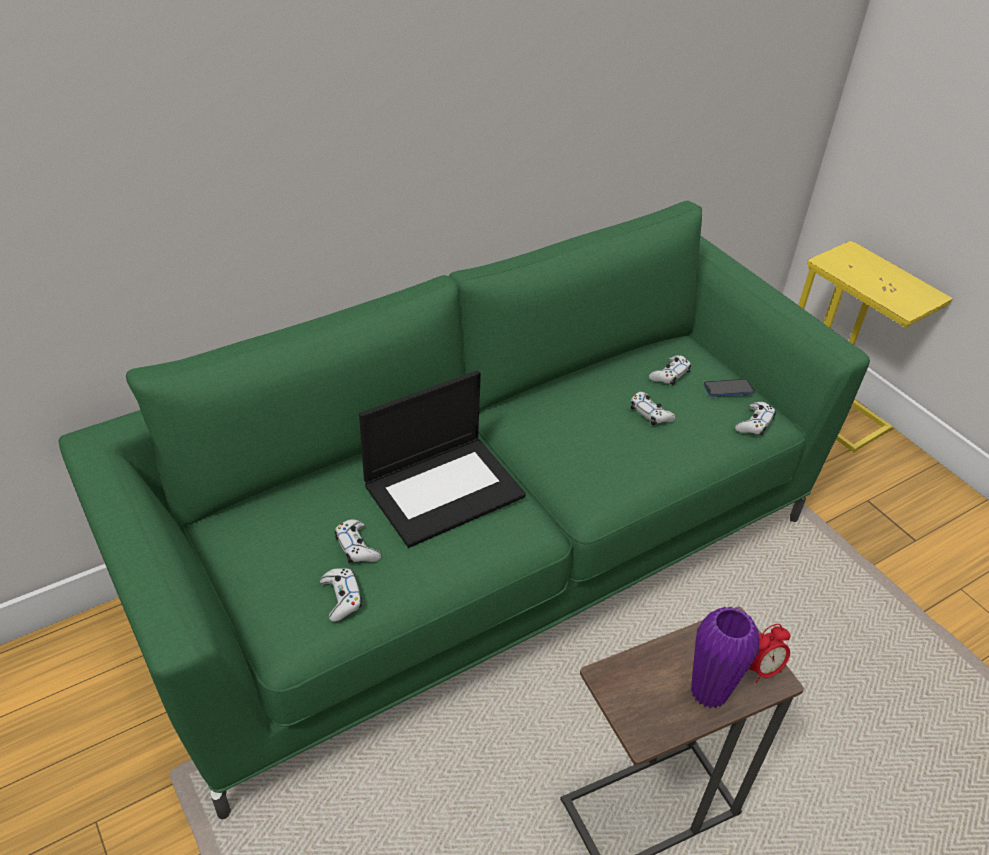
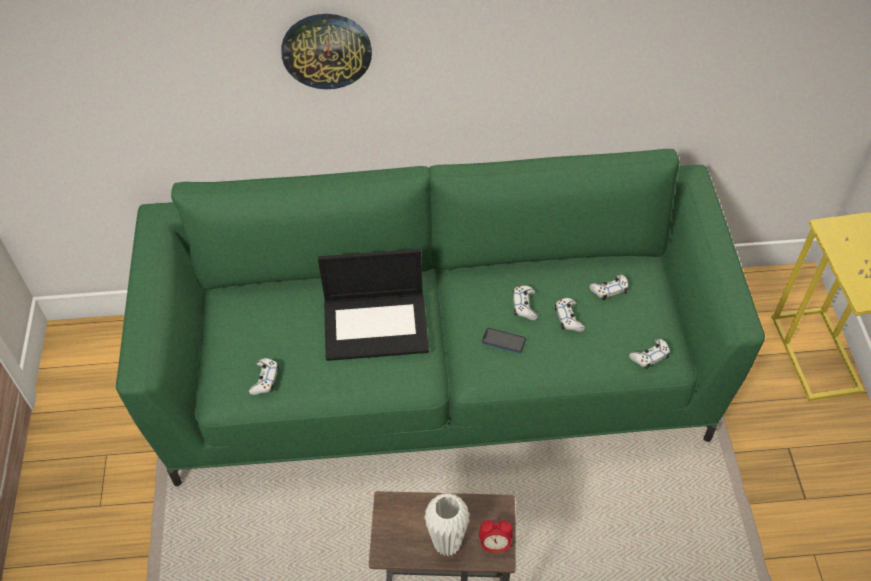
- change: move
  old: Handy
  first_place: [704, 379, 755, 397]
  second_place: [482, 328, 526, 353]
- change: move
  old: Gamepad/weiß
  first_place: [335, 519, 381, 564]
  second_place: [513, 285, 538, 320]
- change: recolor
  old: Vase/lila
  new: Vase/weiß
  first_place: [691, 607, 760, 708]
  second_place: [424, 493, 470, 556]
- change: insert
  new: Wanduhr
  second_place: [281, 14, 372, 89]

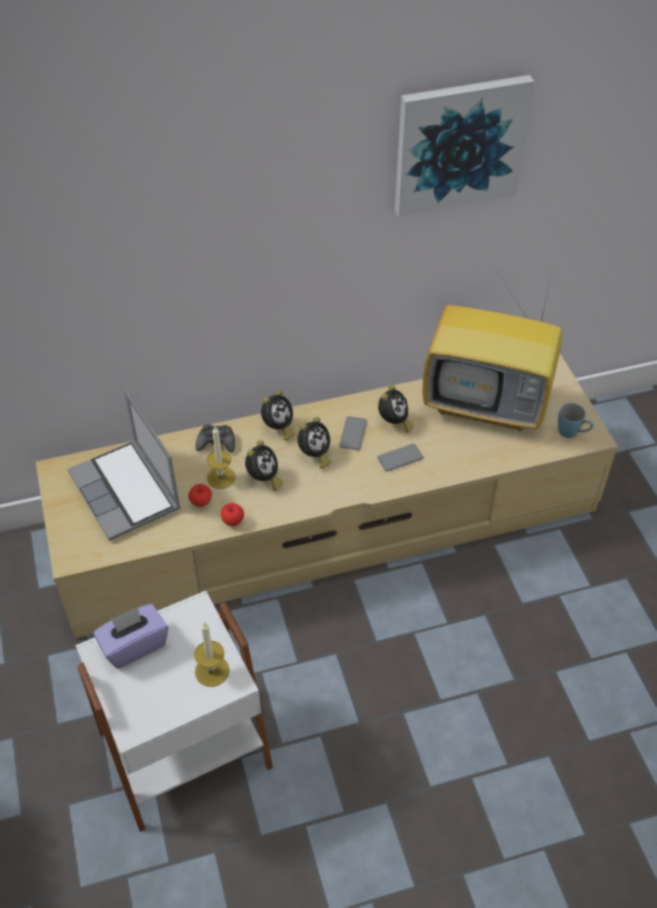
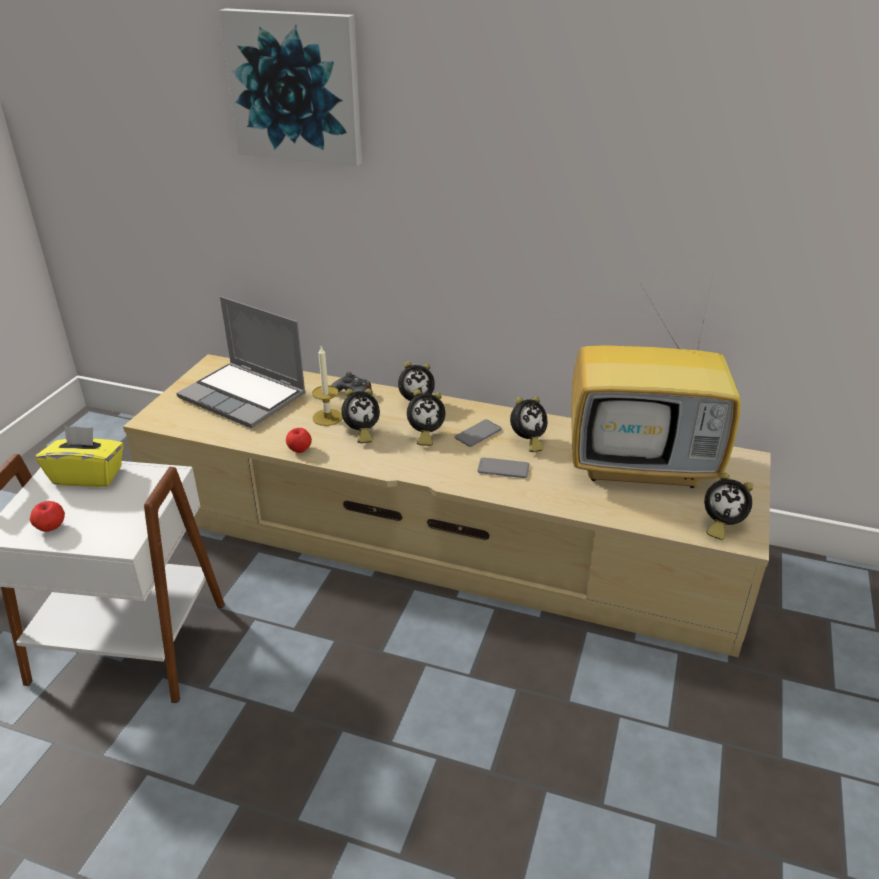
- change: move
  old: Bild
  first_place: [395, 75, 535, 217]
  second_place: [219, 8, 362, 166]
- change: rotate
  old: Fernseher
  first_place: [422, 266, 562, 431]
  second_place: [571, 275, 741, 488]
  degrees: -45
- change: rotate
  old: Laptop
  first_place: [68, 390, 181, 541]
  second_place: [176, 296, 306, 428]
  degrees: -60
- change: replace
  old: Henkelbecher/blau
  new: Wecker
  first_place: [558, 403, 594, 438]
  second_place: [704, 473, 753, 540]
- change: move
  old: Apfel
  first_place: [188, 484, 212, 507]
  second_place: [30, 501, 65, 532]
- change: recolor
  old: Taschentuchbox/lila
  new: Taschentuchbox/gelb
  first_place: [93, 604, 168, 669]
  second_place: [36, 425, 124, 487]
- change: delete
  old: Kerze
  first_place: [194, 622, 230, 687]

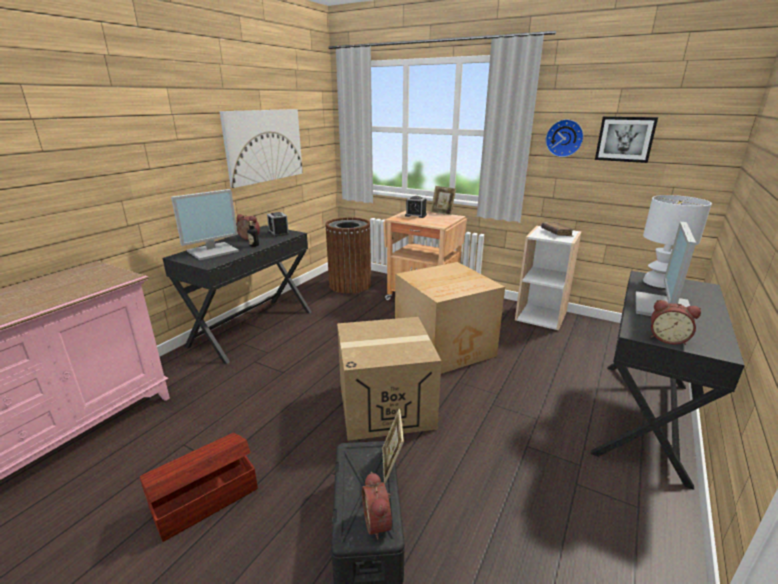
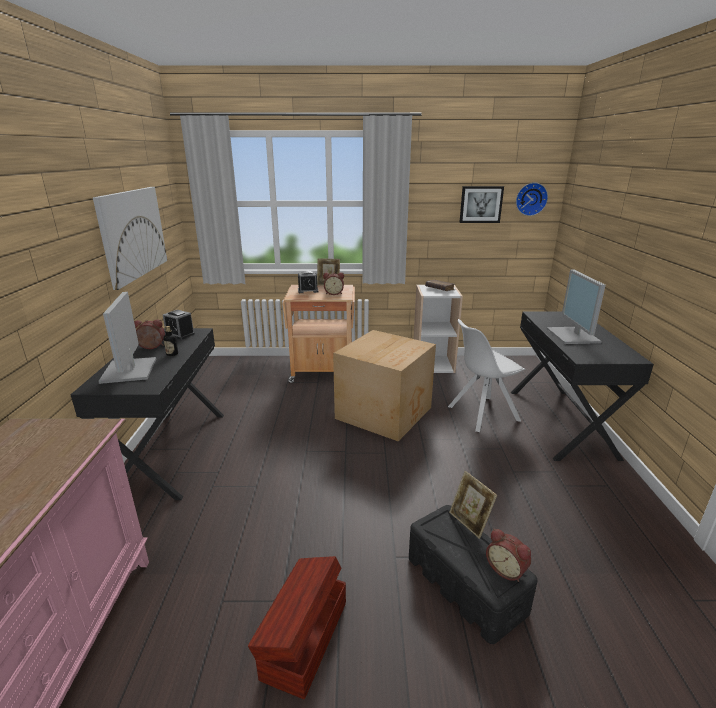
- change: move
  old: Wanduhr
  first_place: [545, 119, 584, 157]
  second_place: [516, 182, 548, 216]
- change: rotate
  old: Monitor
  first_place: [171, 189, 239, 260]
  second_place: [98, 292, 156, 384]
  degrees: 150
- change: delete
  old: Tischlampe/weiß
  first_place: [643, 195, 712, 288]
- change: delete
  old: Mülleimer/braun
  first_place: [325, 217, 371, 294]
- change: move
  old: Wecker
  first_place: [651, 300, 701, 345]
  second_place: [323, 272, 344, 295]
- change: delete
  old: Karton
  first_place: [337, 317, 441, 441]
- change: insert
  new: Stuhl/weiß
  second_place: [448, 319, 525, 432]

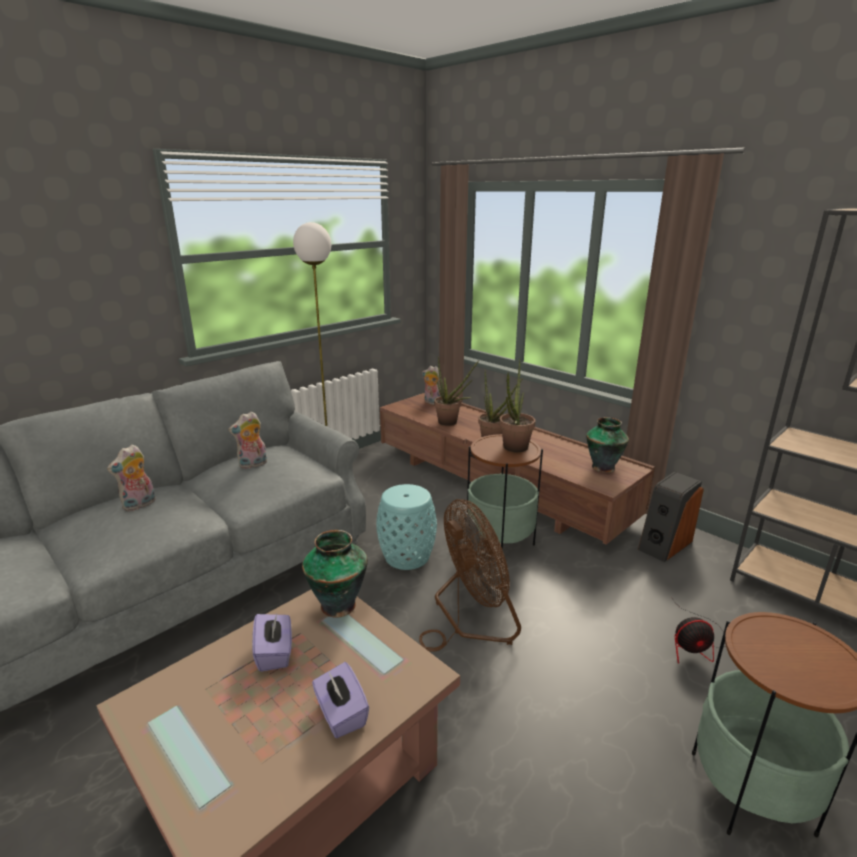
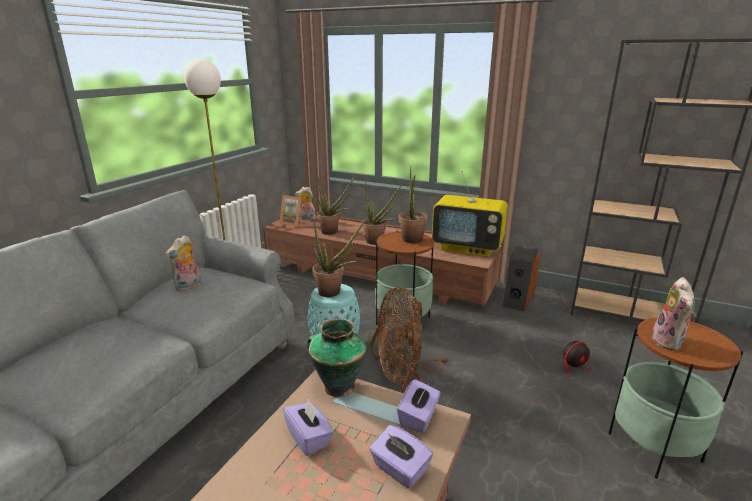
- change: replace
  old: Vase
  new: Fernseher
  first_place: [586, 417, 629, 473]
  second_place: [432, 171, 508, 257]
- change: move
  old: Plüschtier
  first_place: [107, 445, 156, 511]
  second_place: [652, 277, 696, 350]
- change: rotate
  old: Ventilator/braun
  first_place: [419, 499, 521, 652]
  second_place: [370, 287, 449, 393]
  degrees: -150
- change: insert
  new: Bilderrahmen
  second_place: [280, 195, 302, 227]
- change: insert
  new: Topfpflanze
  second_place: [312, 219, 365, 297]
- change: insert
  new: Taschentuchbox/lila
  second_place: [397, 379, 440, 433]

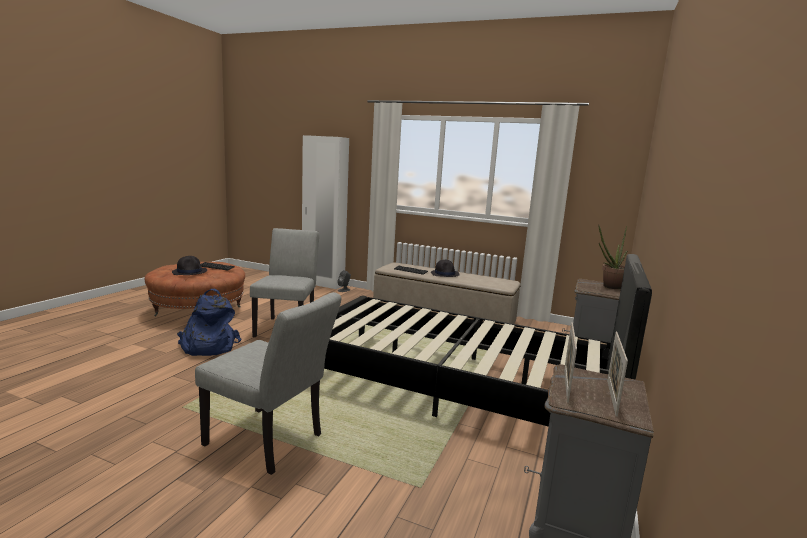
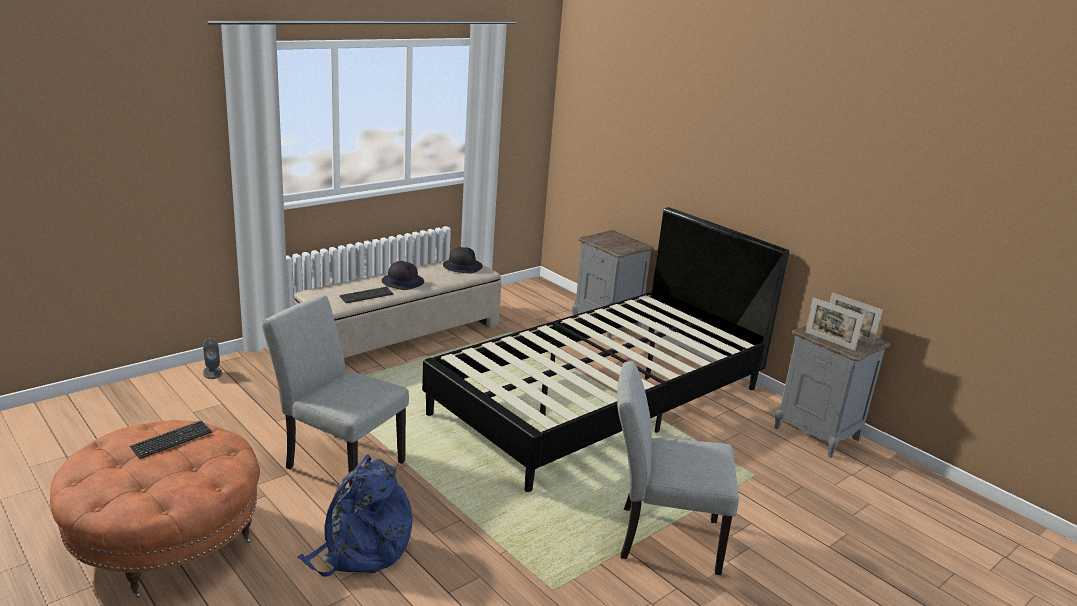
- change: delete
  old: Kleiderschrank/weiß
  first_place: [302, 135, 349, 289]
- change: delete
  old: Topfpflanze
  first_place: [599, 226, 628, 289]
- change: move
  old: Hut/schwarz
  first_place: [172, 256, 207, 275]
  second_place: [443, 247, 483, 274]
- change: rotate
  old: Stuhl/grau
  first_place: [195, 292, 341, 475]
  second_place: [617, 361, 739, 575]
  degrees: -135

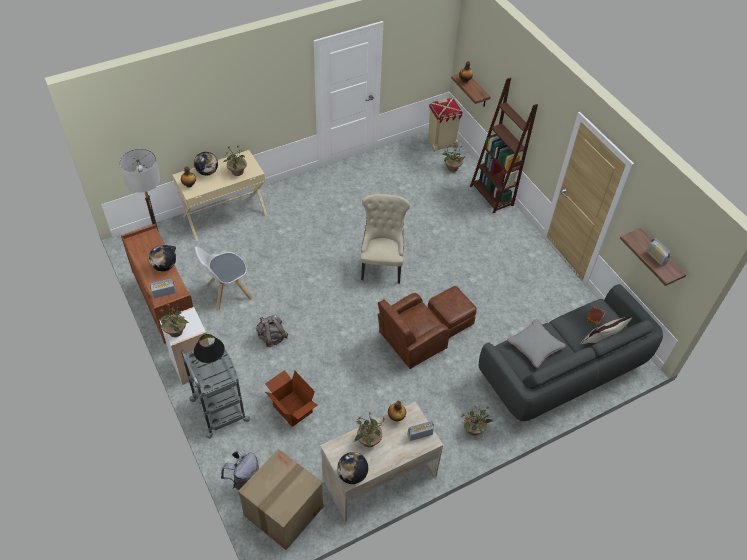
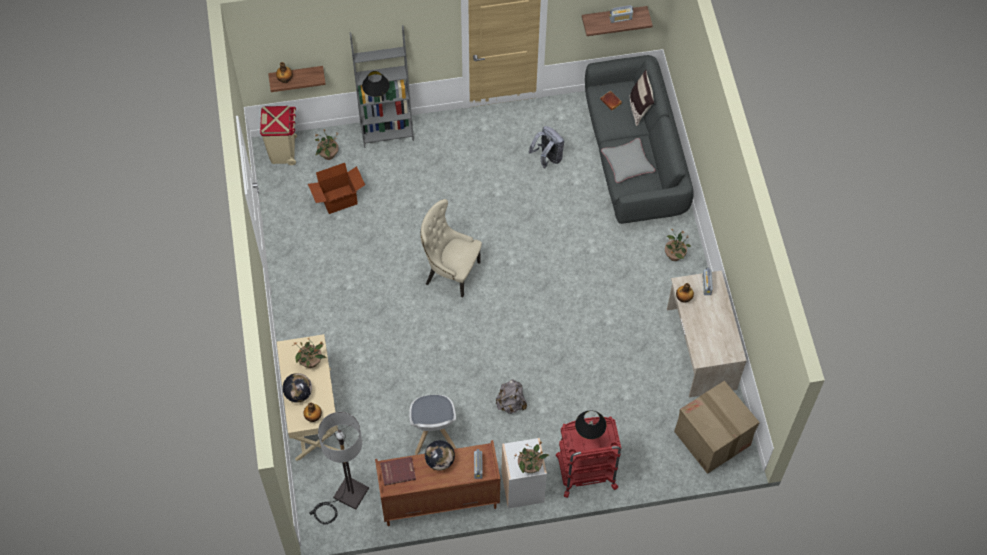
- change: recolor
  old: Bücherregal/braun
  new: Bücherregal/grau
  first_place: [470, 77, 538, 213]
  second_place: [350, 25, 414, 148]
- change: delete
  old: Sessel/braun
  first_place: [378, 286, 477, 369]
- change: recolor
  old: Rollwagen/grau
  new: Rollwagen/rot
  first_place: [181, 343, 250, 439]
  second_place: [556, 416, 621, 498]
- change: move
  old: Karton
  first_place: [265, 370, 318, 427]
  second_place: [308, 163, 365, 214]
- change: delete
  old: Topfpflanze
  first_place: [354, 413, 386, 447]
- change: move
  old: Rucksack/grau
  first_place: [221, 449, 259, 491]
  second_place: [528, 126, 564, 168]
- change: delete
  old: Globus
  first_place: [337, 452, 368, 484]
- change: insert
  new: Tischlampe/schwarz
  second_place: [362, 71, 390, 102]
- change: insert
  new: Buch/rot
  second_place: [380, 457, 416, 486]

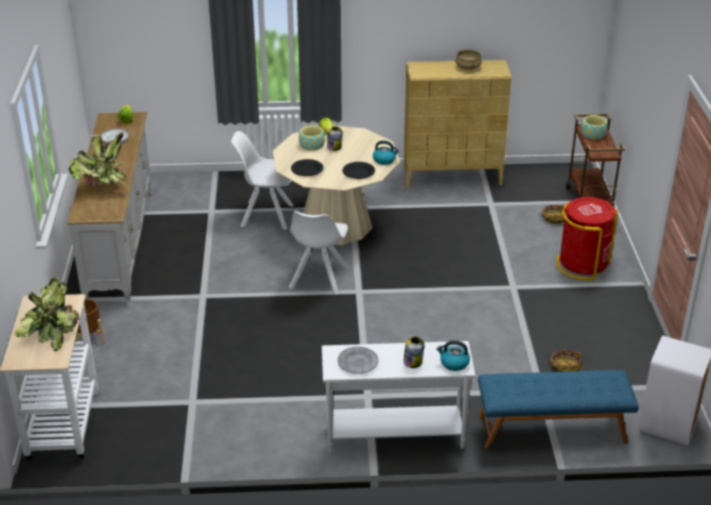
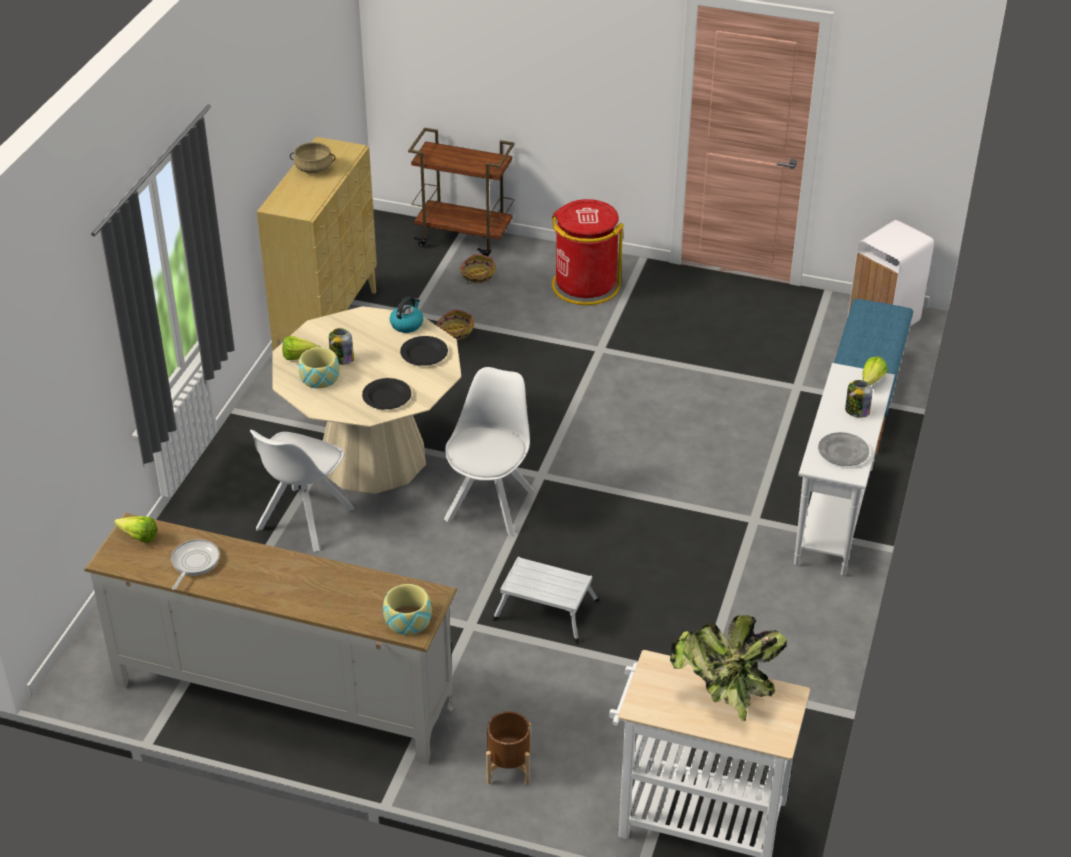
- change: move
  old: Schüssel
  first_place: [581, 115, 608, 139]
  second_place: [383, 584, 432, 635]
- change: delete
  old: Topfpflanze
  first_place: [69, 132, 127, 186]
- change: rotate
  old: Stuhl/weiß
  first_place: [289, 211, 349, 295]
  second_place: [444, 367, 535, 536]
  degrees: -105
- change: replace
  old: Wasserkessel
  new: Salatkopf
  first_place: [437, 340, 470, 371]
  second_place: [862, 357, 888, 385]
- change: move
  old: Korb
  first_place: [546, 349, 582, 372]
  second_place: [437, 309, 474, 340]
- change: insert
  new: Trittleiter/weiß
  second_place: [491, 557, 600, 644]

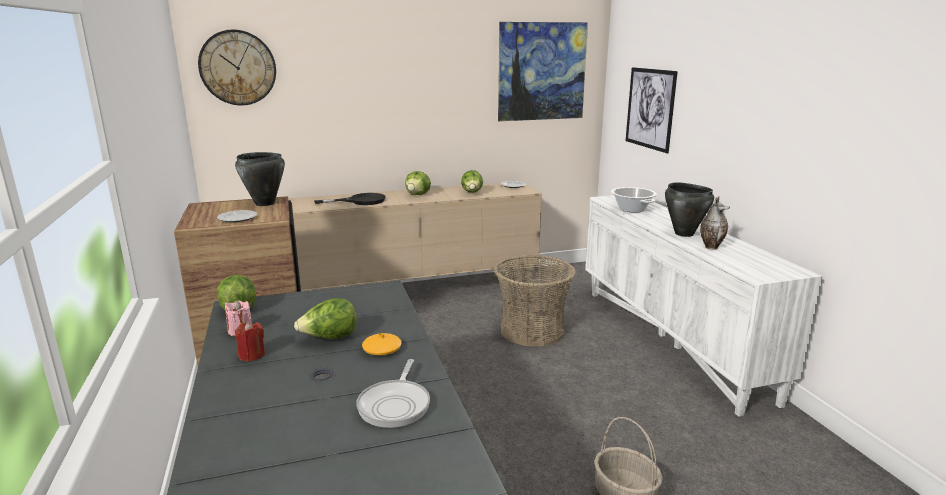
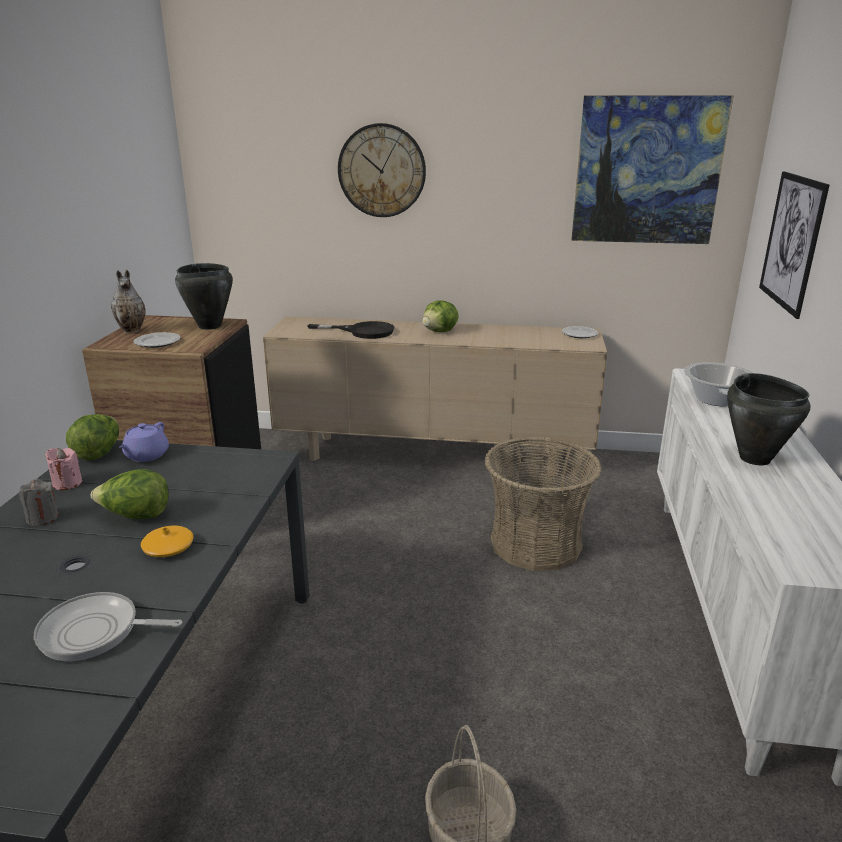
- change: move
  old: Wanduhr
  first_place: [198, 30, 276, 105]
  second_place: [338, 123, 426, 217]
- change: delete
  old: Salatkopf
  first_place: [461, 170, 483, 193]
- change: move
  old: Vase
  first_place: [700, 196, 730, 250]
  second_place: [111, 270, 146, 334]
- change: recolor
  old: Kerze/rot
  new: Kerze/grau
  first_place: [235, 322, 265, 362]
  second_place: [18, 479, 59, 526]
- change: rotate
  old: Pfanne
  first_place: [356, 359, 430, 428]
  second_place: [34, 592, 182, 661]
  degrees: 60
- change: insert
  new: Teekanne/lila
  second_place: [120, 422, 169, 462]

